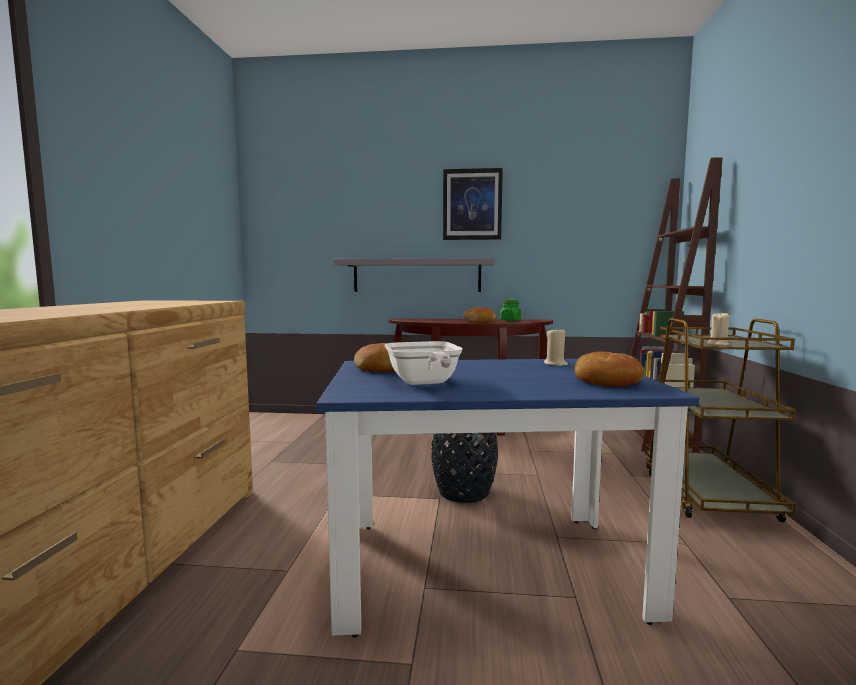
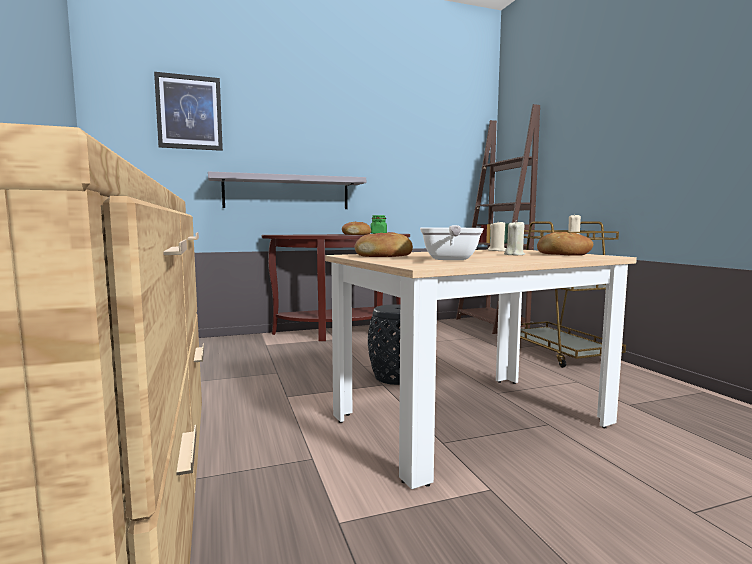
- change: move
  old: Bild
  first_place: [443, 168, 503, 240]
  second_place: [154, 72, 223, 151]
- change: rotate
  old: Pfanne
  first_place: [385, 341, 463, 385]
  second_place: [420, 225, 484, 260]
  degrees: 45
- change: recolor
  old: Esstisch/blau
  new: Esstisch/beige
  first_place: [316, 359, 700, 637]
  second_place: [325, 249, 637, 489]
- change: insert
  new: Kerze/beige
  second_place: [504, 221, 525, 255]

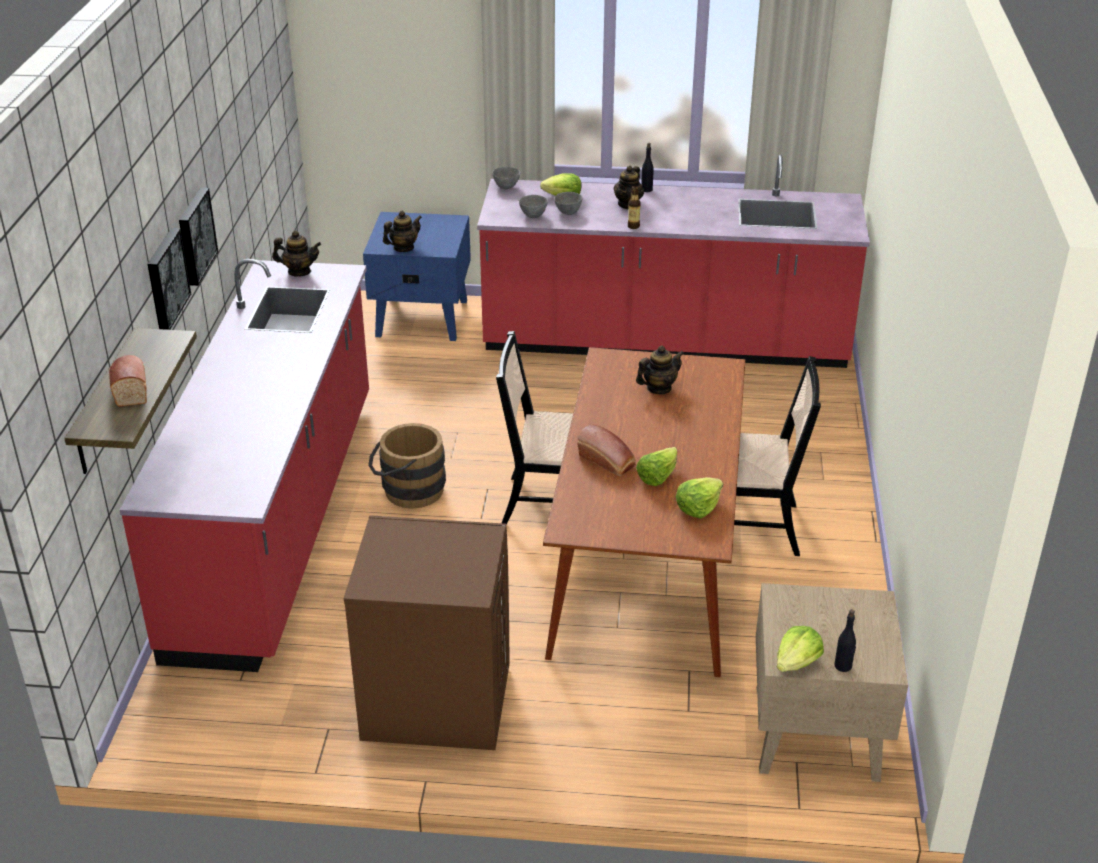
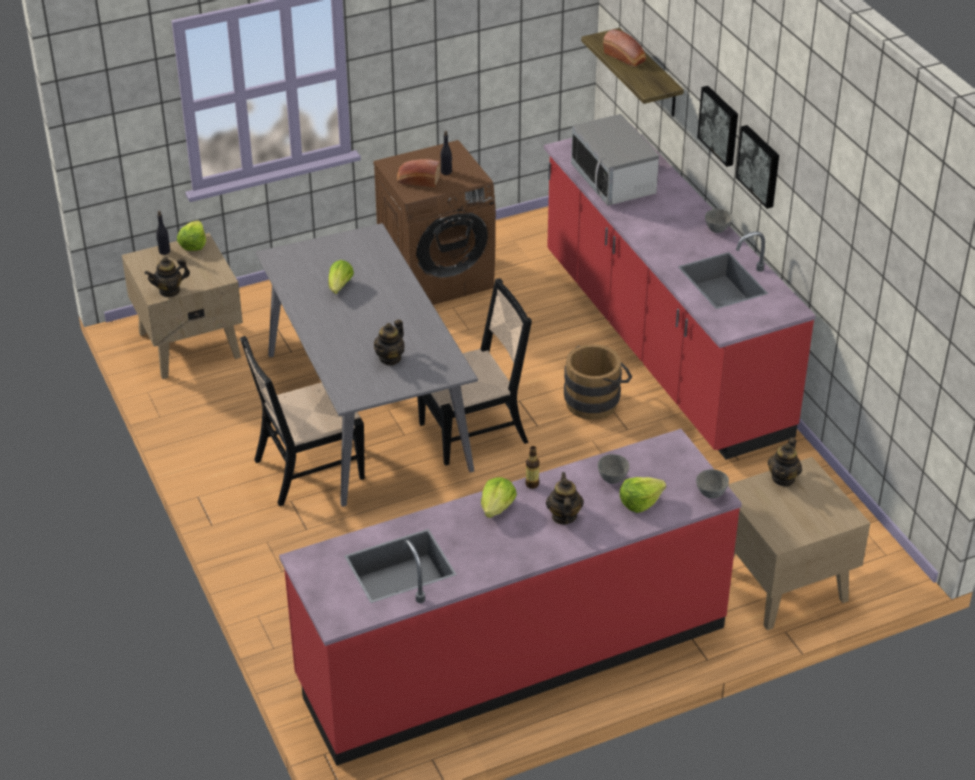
- change: move
  old: Flasche/schwarz
  first_place: [641, 143, 654, 192]
  second_place: [441, 131, 452, 175]
- change: move
  old: Schüssel/grau
  first_place: [519, 195, 548, 218]
  second_place: [705, 209, 733, 233]
- change: recolor
  old: Nachttisch/blau
  new: Nachttisch/beige
  first_place: [363, 212, 471, 341]
  second_place: [728, 457, 870, 630]
- change: move
  old: Teekanne
  first_place: [272, 231, 321, 277]
  second_place: [145, 257, 190, 297]
- change: recolor
  old: Esstisch/braun
  new: Esstisch/grau
  first_place: [543, 347, 745, 677]
  second_place: [256, 223, 478, 507]
- change: move
  old: Brot
  first_place: [577, 424, 636, 476]
  second_place: [397, 159, 441, 187]
- change: move
  old: Salatkopf
  first_place: [676, 477, 723, 519]
  second_place: [481, 477, 517, 518]
- change: insert
  new: Mikrowelle
  second_place: [571, 114, 659, 206]

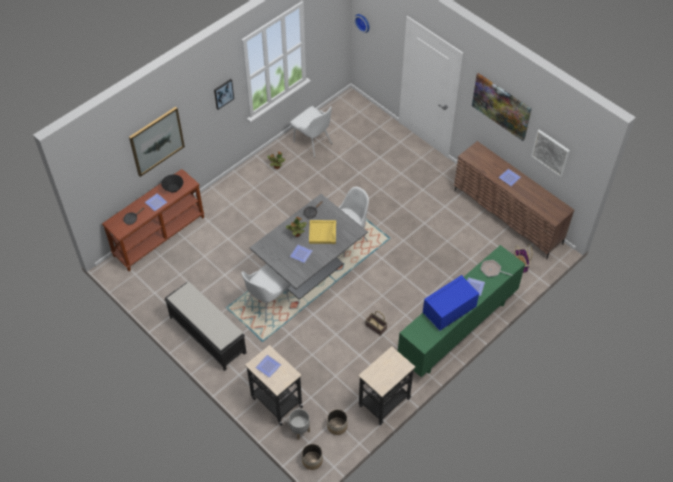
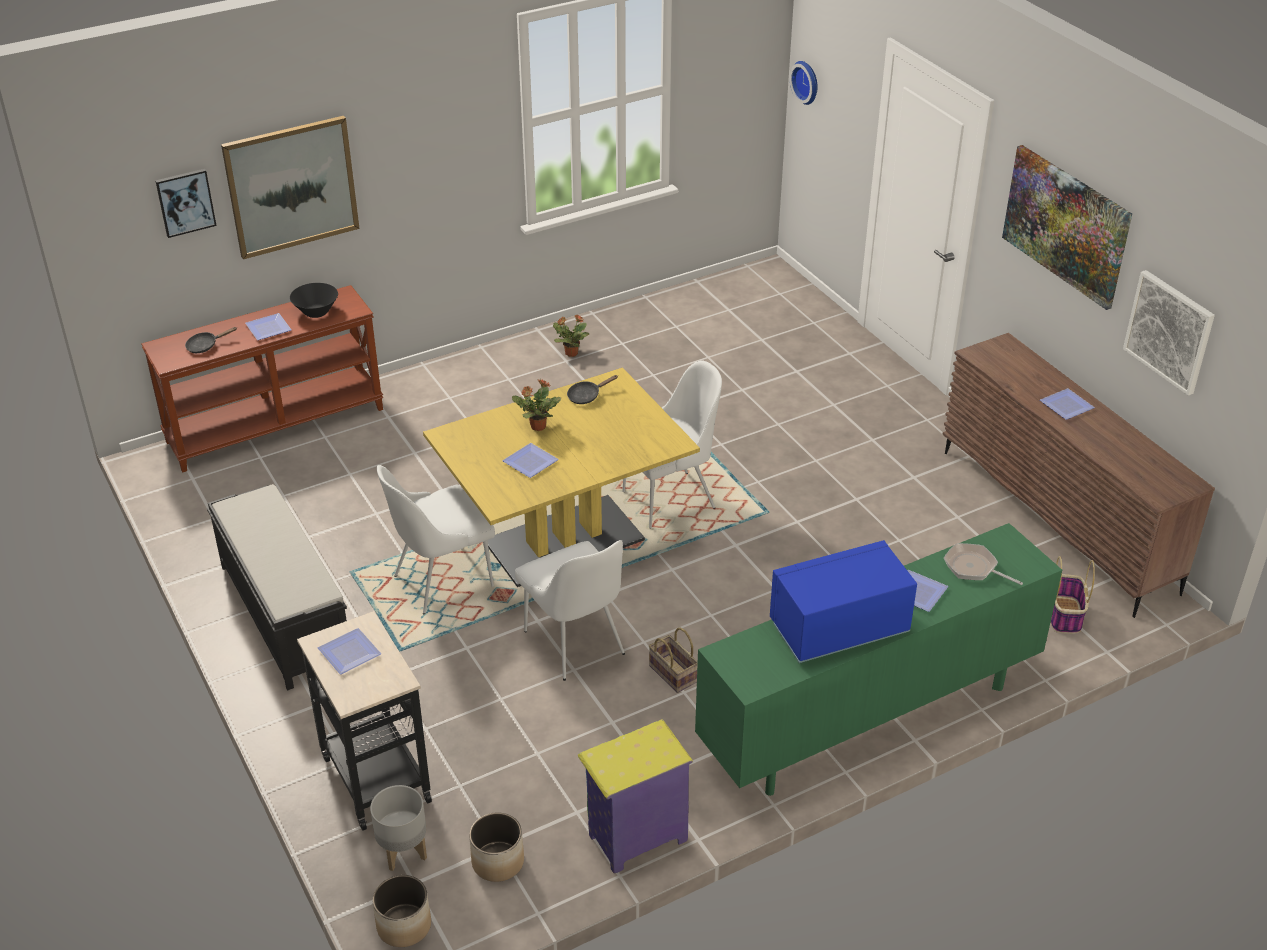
- change: move
  old: Bild
  first_place: [214, 79, 234, 110]
  second_place: [155, 169, 217, 238]
- change: move
  old: Stuhl/weiß
  first_place: [290, 106, 332, 158]
  second_place: [515, 540, 625, 681]
- change: recolor
  old: Esstisch/grau
  new: Esstisch/gelb
  first_place: [250, 194, 368, 300]
  second_place: [423, 368, 700, 587]
- change: delete
  old: Tablett/gelb
  first_place: [309, 220, 336, 244]
- change: replace
  old: Rollwagen
  new: Nachttisch
  first_place: [358, 346, 416, 425]
  second_place: [578, 719, 693, 874]

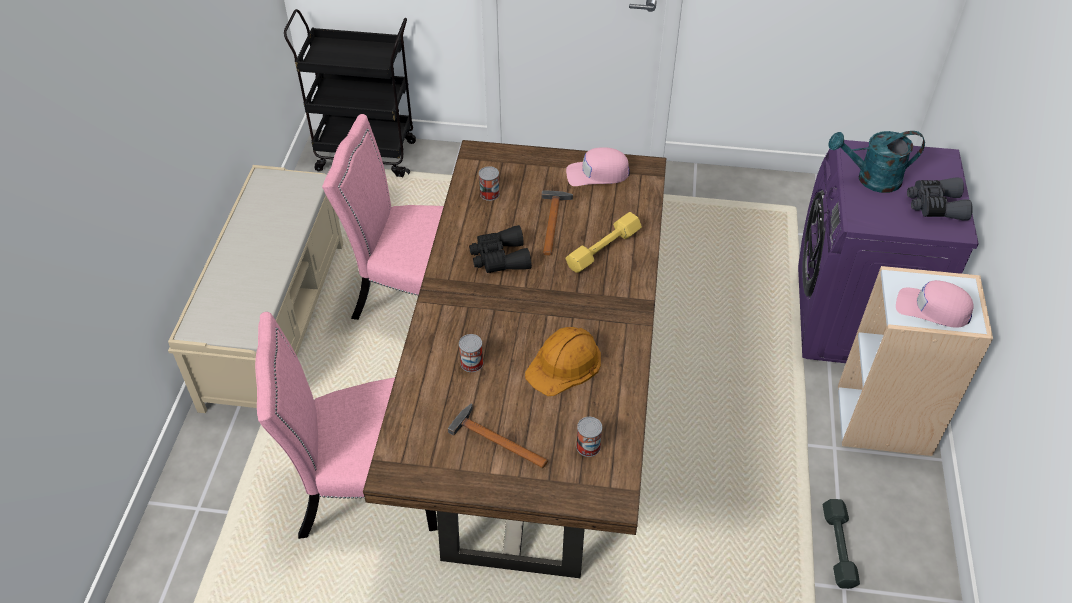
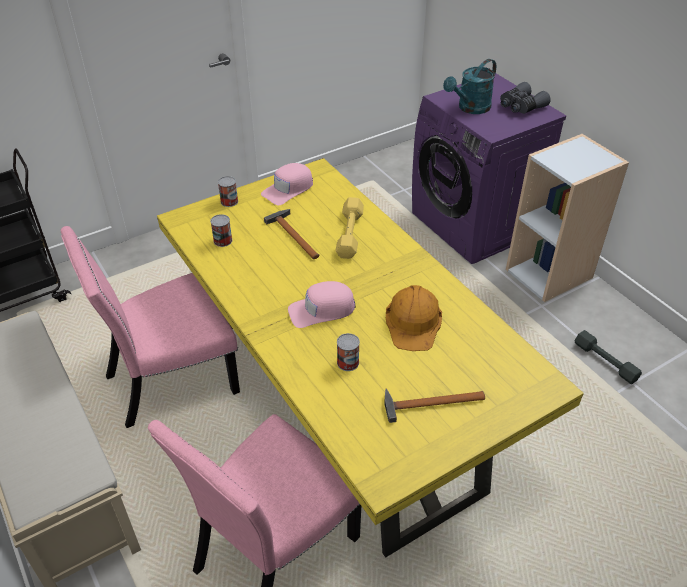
- change: recolor
  old: Esstisch/braun
  new: Esstisch/gelb
  first_place: [363, 140, 666, 578]
  second_place: [157, 158, 584, 558]
- change: delete
  old: Fernglas/schwarz
  first_place: [469, 225, 532, 273]
- change: move
  old: Kappe/rosa
  first_place: [896, 280, 974, 328]
  second_place: [288, 281, 355, 328]
- change: move
  old: Dose
  first_place: [576, 417, 602, 457]
  second_place: [218, 176, 238, 207]

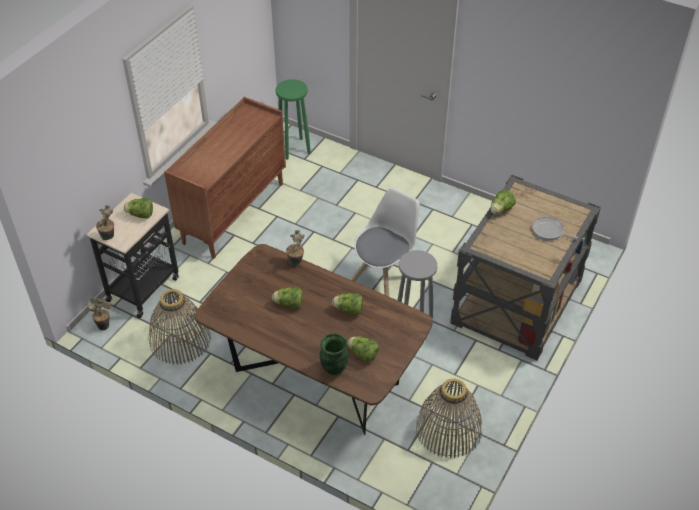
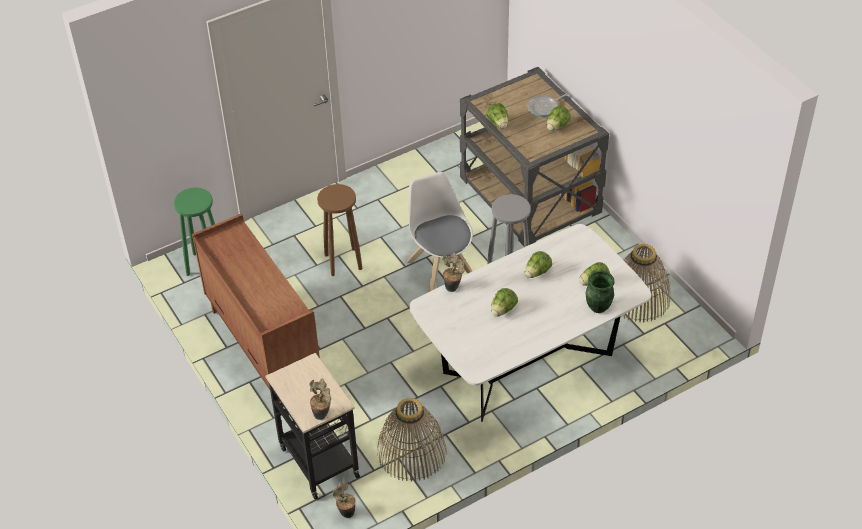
- change: move
  old: Salatkopf
  first_place: [124, 198, 153, 218]
  second_place: [547, 106, 571, 131]
- change: recolor
  old: Esstisch/braun
  new: Esstisch/weiß
  first_place: [195, 244, 433, 435]
  second_place: [409, 224, 651, 422]
- change: insert
  new: Hocker/braun
  second_place: [317, 184, 362, 276]

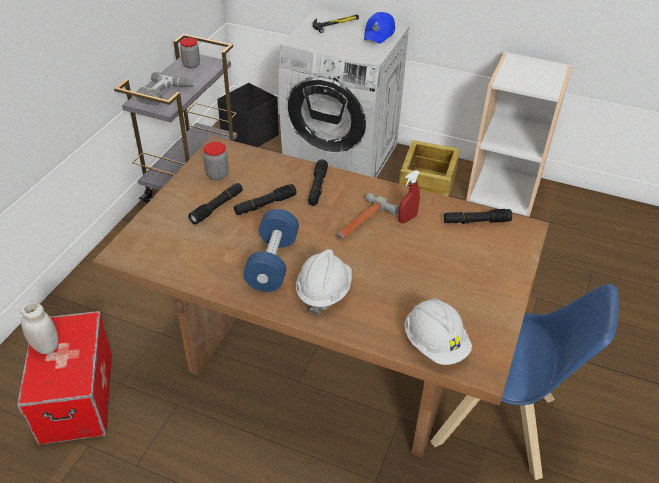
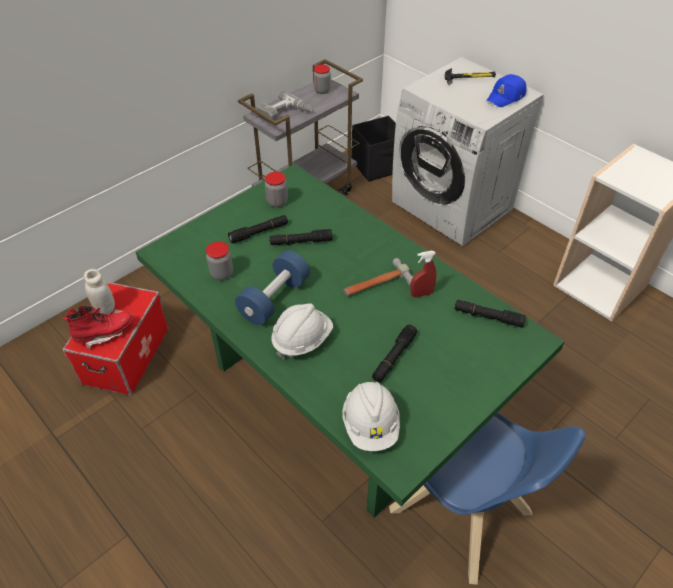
- change: recolor
  old: Esstisch/braun
  new: Esstisch/grün
  first_place: [92, 136, 549, 457]
  second_place: [136, 164, 565, 517]
- change: delete
  old: Kiste
  first_place: [399, 140, 460, 197]
- change: move
  old: Taschenlampe/schwarz
  first_place: [308, 159, 328, 206]
  second_place: [372, 325, 417, 383]
- change: insert
  new: Vorratsglas
  second_place: [206, 242, 233, 280]
- change: insert
  new: Stiefel/rot
  second_place: [63, 305, 133, 349]

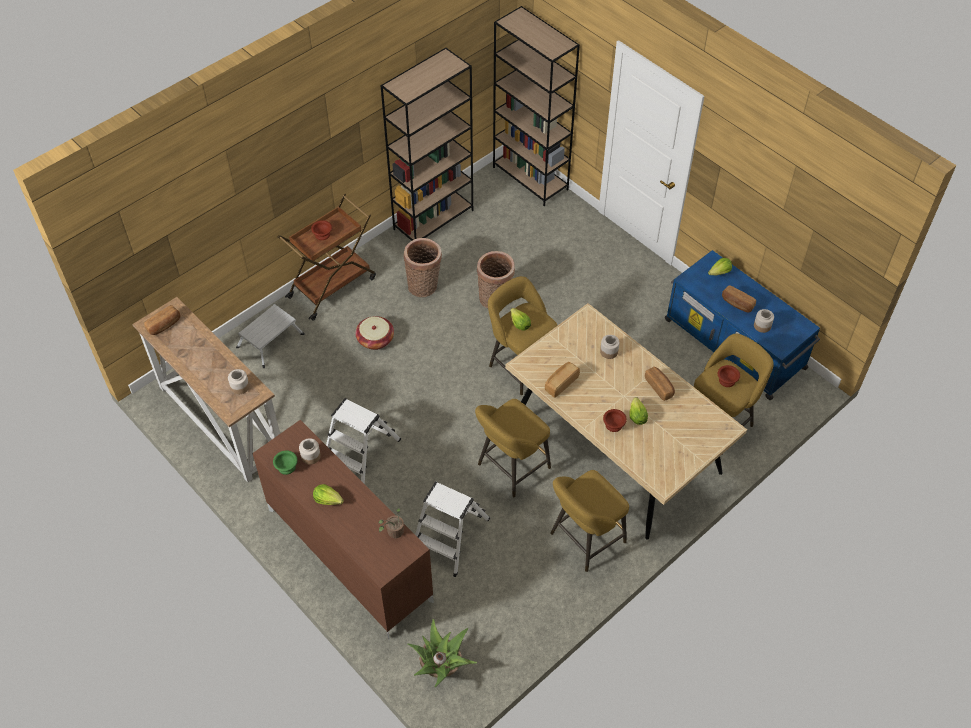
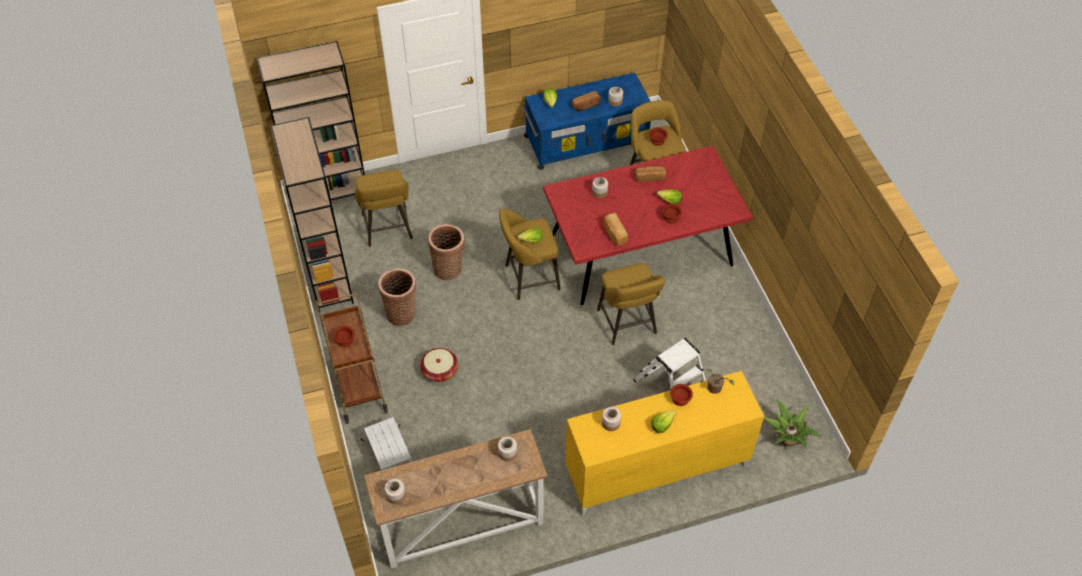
- change: recolor
  old: Esstisch/beige
  new: Esstisch/rot
  first_place: [505, 303, 747, 540]
  second_place: [543, 146, 753, 305]
- change: replace
  old: Brot
  new: Vorratsglas
  first_place: [144, 305, 180, 335]
  second_place: [385, 479, 406, 504]
- change: delete
  old: Trittleiter/weiß
  first_place: [326, 398, 401, 484]
- change: recolor
  old: Kommode/braun
  new: Kommode/gelb
  first_place: [252, 420, 434, 639]
  second_place: [565, 371, 764, 516]
- change: delete
  old: Schüssel/grün
  first_place: [273, 451, 298, 475]
- change: move
  old: Hocker/gelb
  first_place: [550, 470, 629, 572]
  second_place: [354, 170, 413, 247]
- change: insert
  new: Schüssel/braun
  second_place: [670, 384, 693, 406]

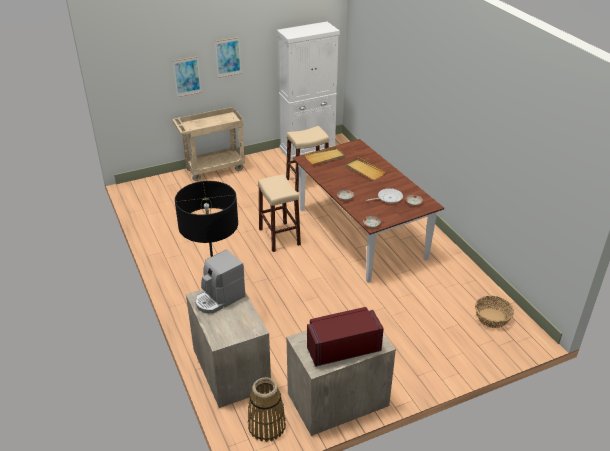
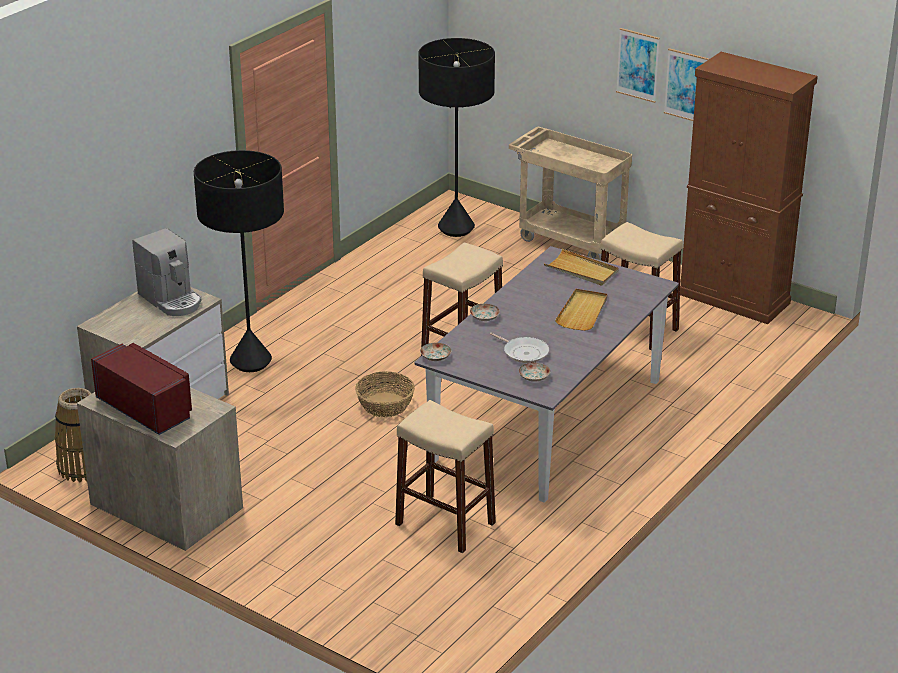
- change: recolor
  old: Schrank/weiß
  new: Schrank/braun
  first_place: [277, 22, 340, 161]
  second_place: [680, 52, 818, 324]
- change: move
  old: Bild
  first_place: [173, 56, 202, 97]
  second_place: [664, 48, 709, 121]
- change: recolor
  old: Esstisch/braun
  new: Esstisch/grau
  first_place: [293, 139, 444, 283]
  second_place: [414, 246, 679, 503]
- change: rotate
  old: Kaffeemaschine
  first_place: [195, 250, 245, 313]
  second_place: [132, 228, 201, 316]
  degrees: -150
- change: move
  old: Korb
  first_place: [475, 296, 514, 328]
  second_place: [355, 371, 415, 417]
- change: insert
  new: Stehlampe/schwarz
  second_place: [418, 38, 495, 237]
- change: insert
  new: Hocker/beige
  second_place: [395, 400, 496, 553]

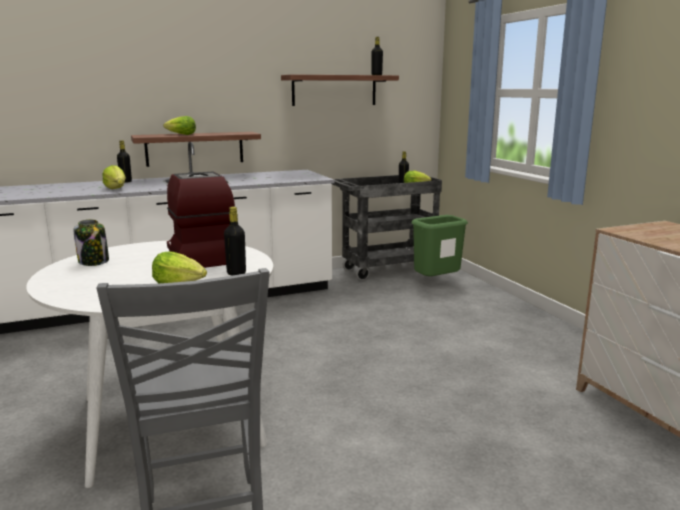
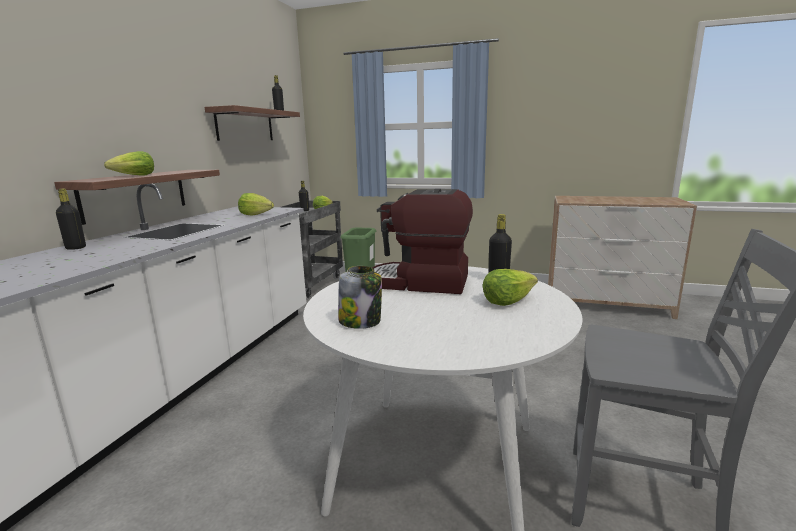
- change: move
  old: Salatkopf
  first_place: [102, 165, 126, 189]
  second_place: [238, 193, 274, 216]

